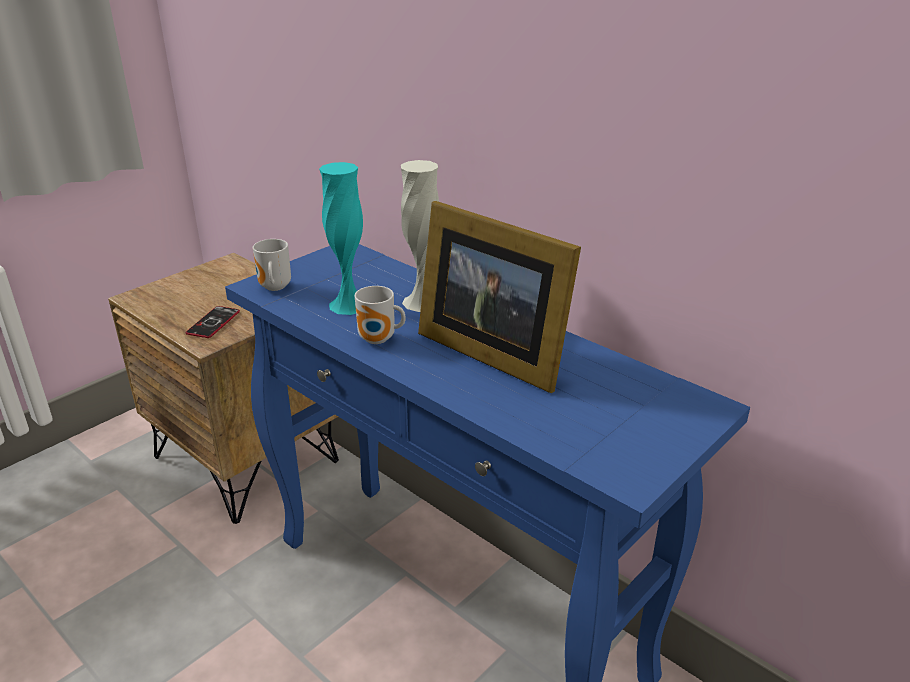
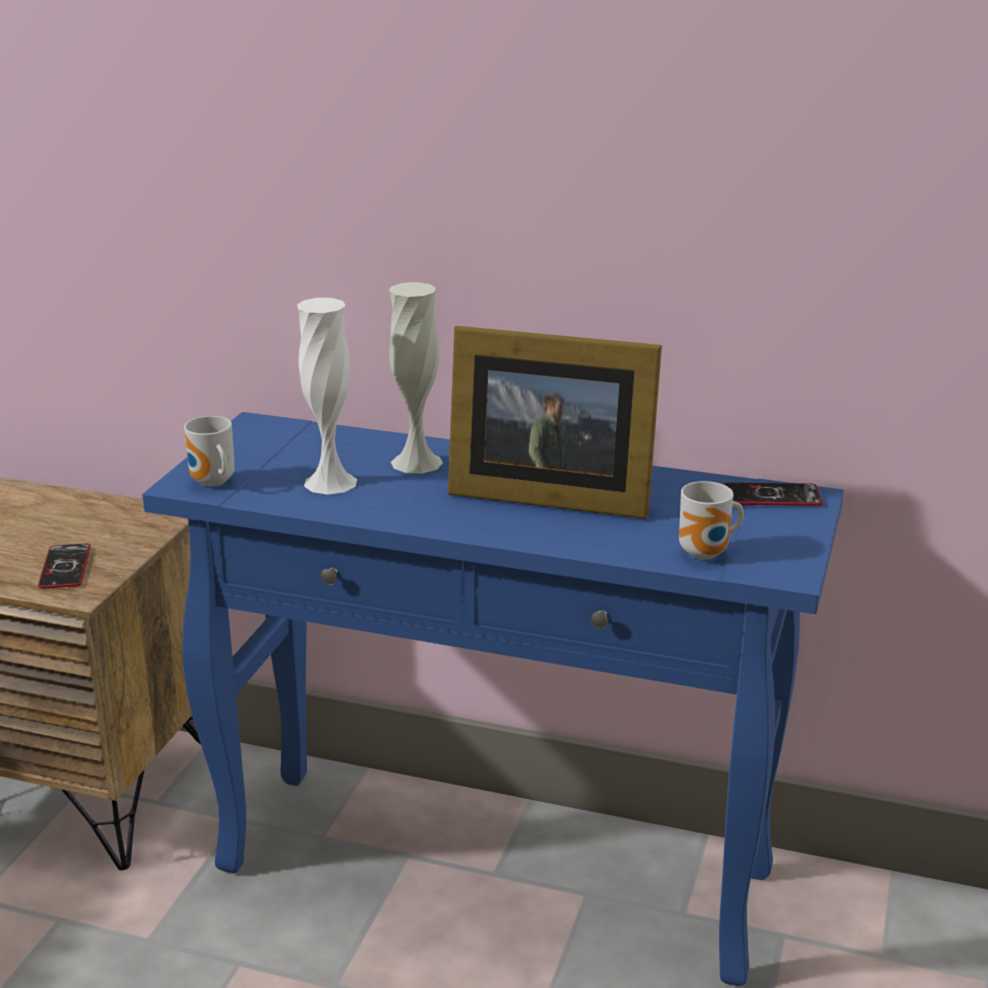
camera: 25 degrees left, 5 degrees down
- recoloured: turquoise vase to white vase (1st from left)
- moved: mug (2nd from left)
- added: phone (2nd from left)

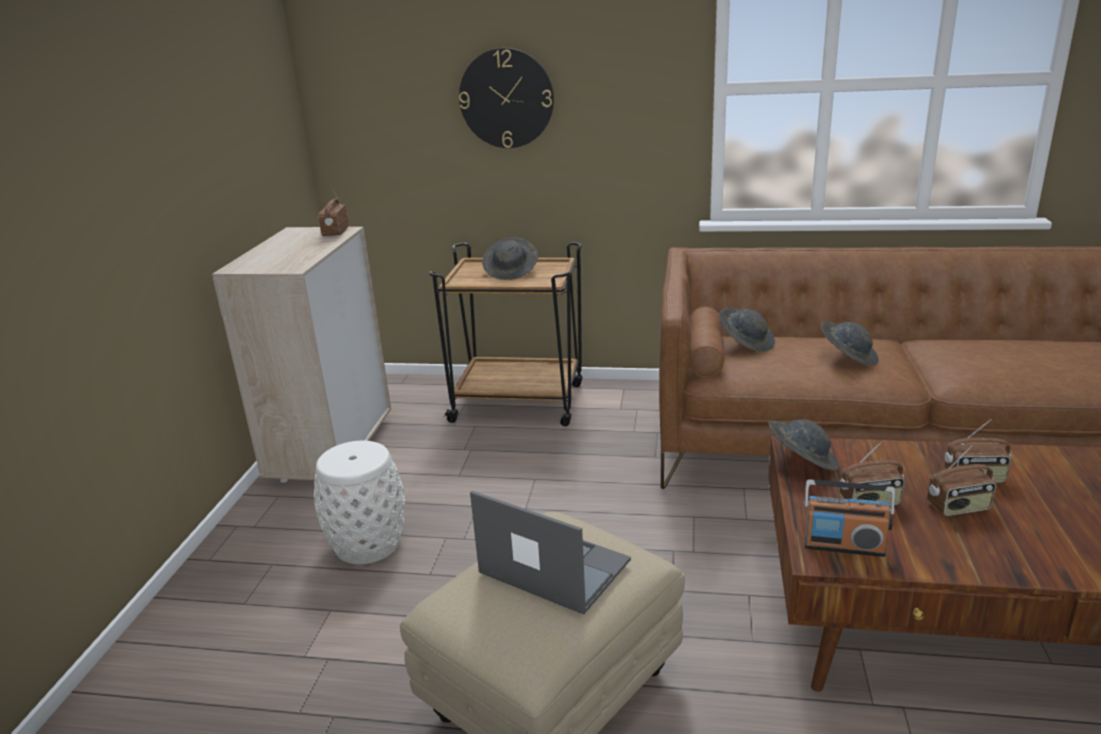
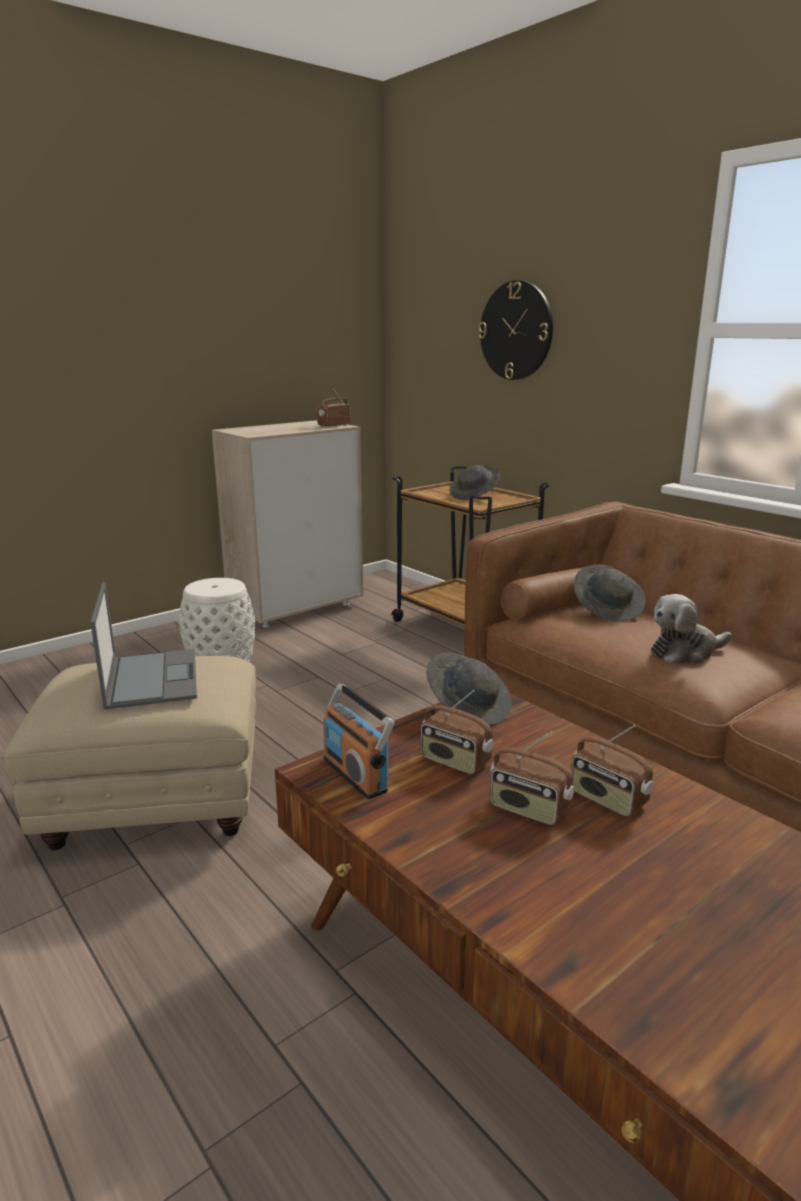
camera: 40 degrees right, 5 degrees down
- replaced: grey hat (4th from left) to plush toy

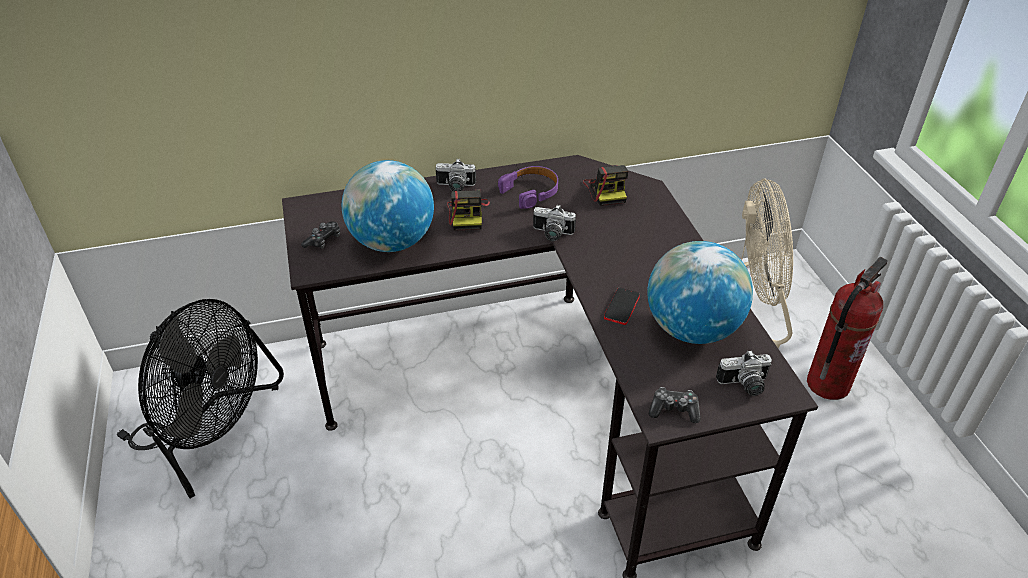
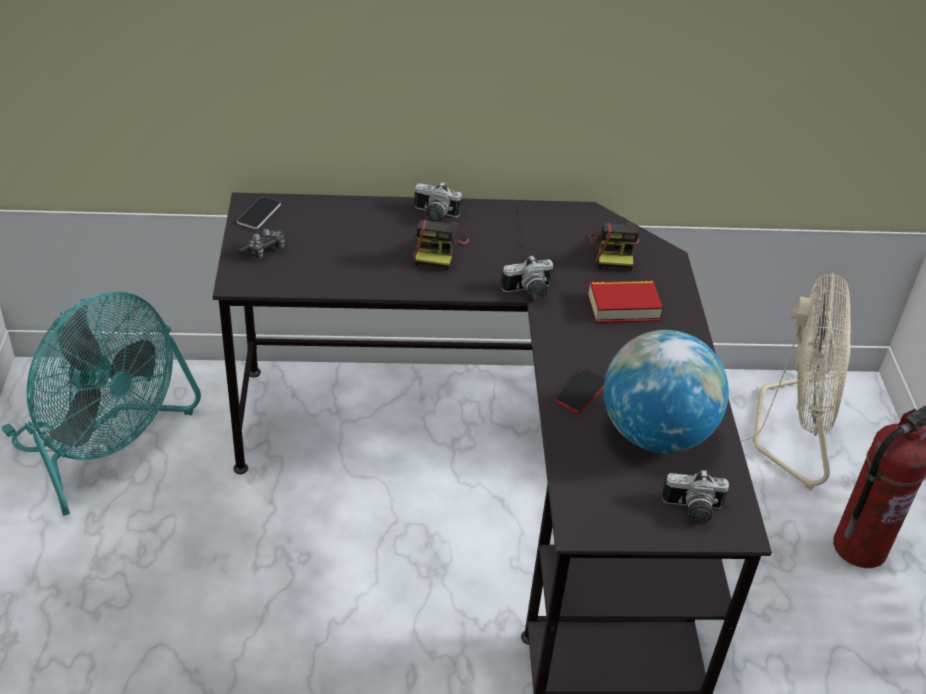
camera: 10 degrees right, 0 degrees up
- removed: globe (1st from left)
- removed: purple headphones
- turned: photo camera (3rd from left) 45 degrees counterclockwise
- recoloured: black fan to turquoise fan
- removed: game controller (2nd from left)
- added: phone (1st from left)
- added: book

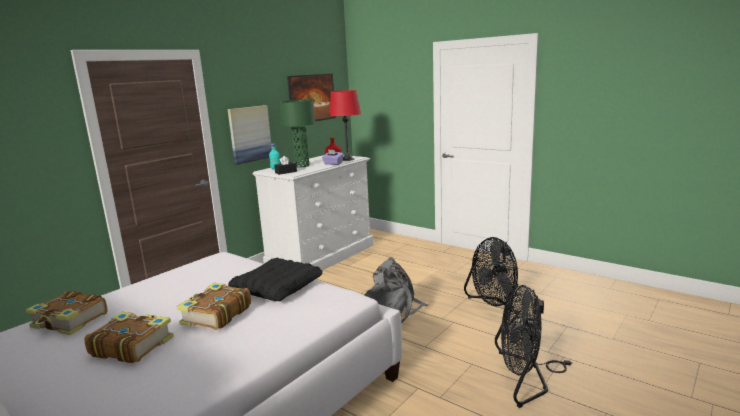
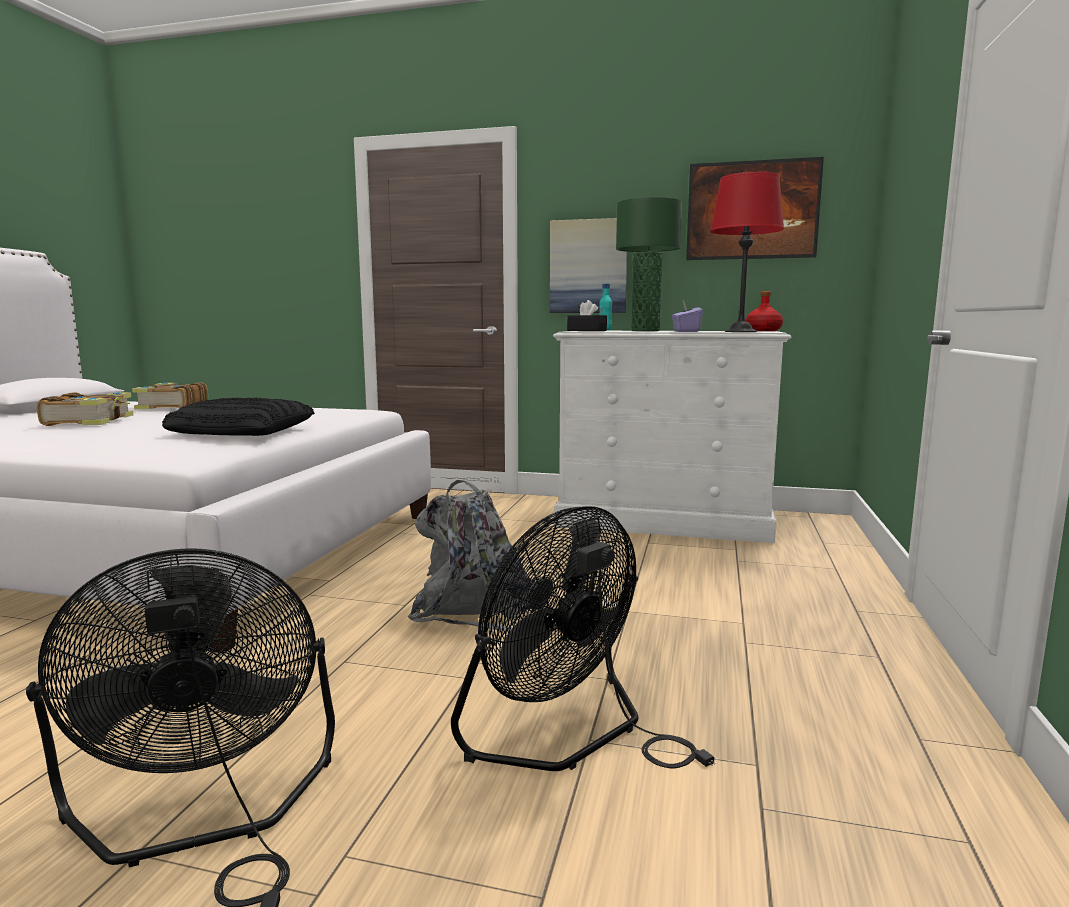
camera: 65 degrees right, 5 degrees down
- removed: book (3rd from left)

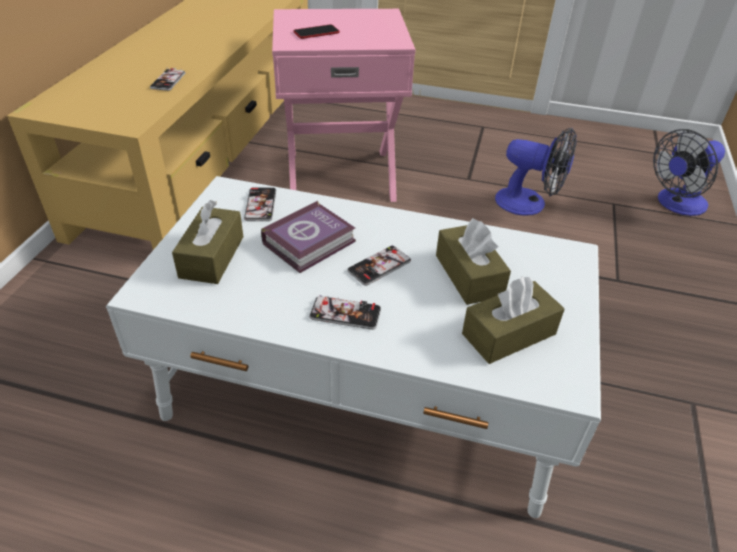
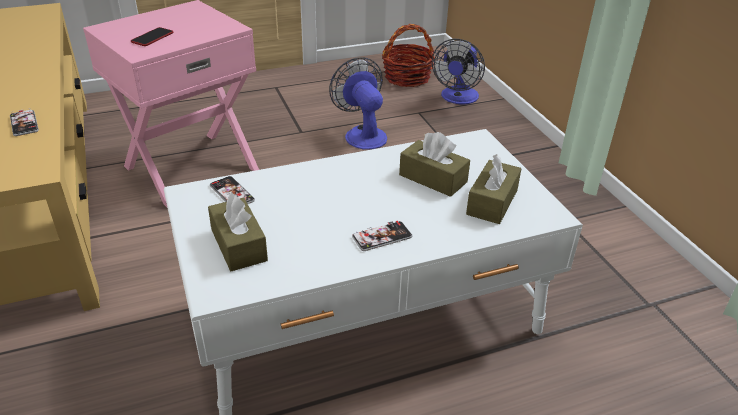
camera: 35 degrees left, 5 degrees down
- turned: fan (1st from left) 105 degrees counterclockwise
- removed: book
- removed: phone (5th from left)
- added: basket

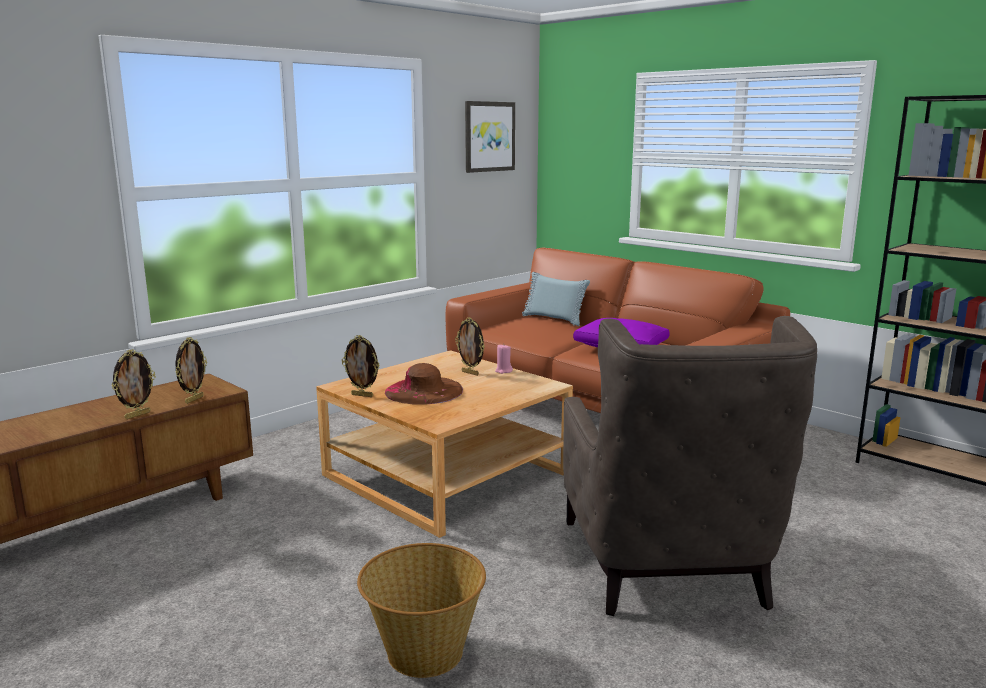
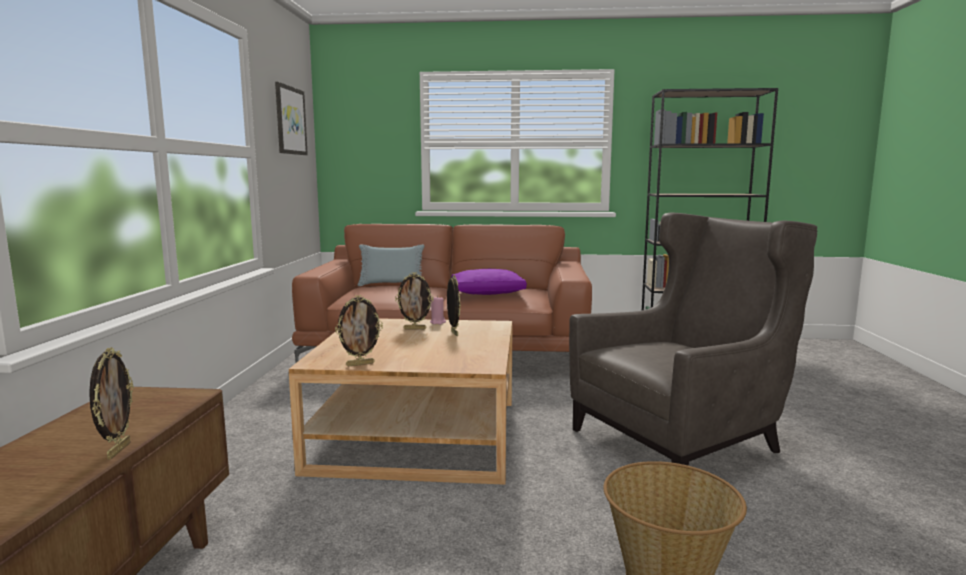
camera: 40 degrees left, 5 degrees down
- turned: grey armchair 75 degrees counterclockwise
- moved: picture frame (2nd from left in the first image) to picture frame (4th from left)
- removed: brown hat

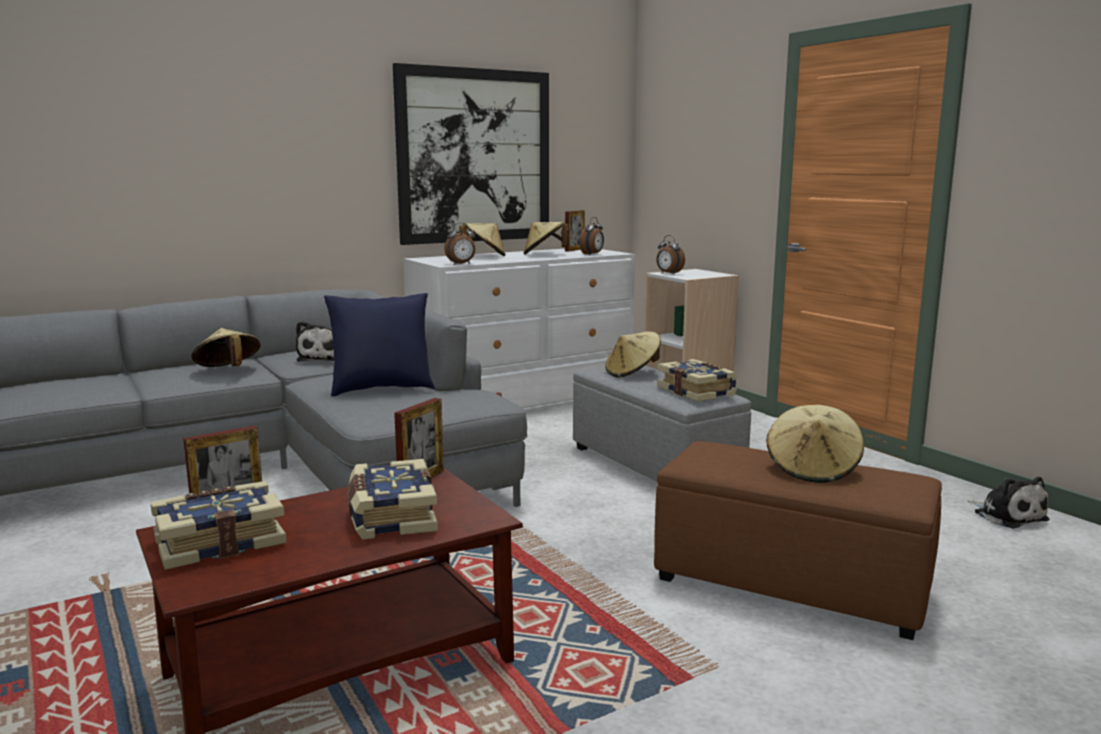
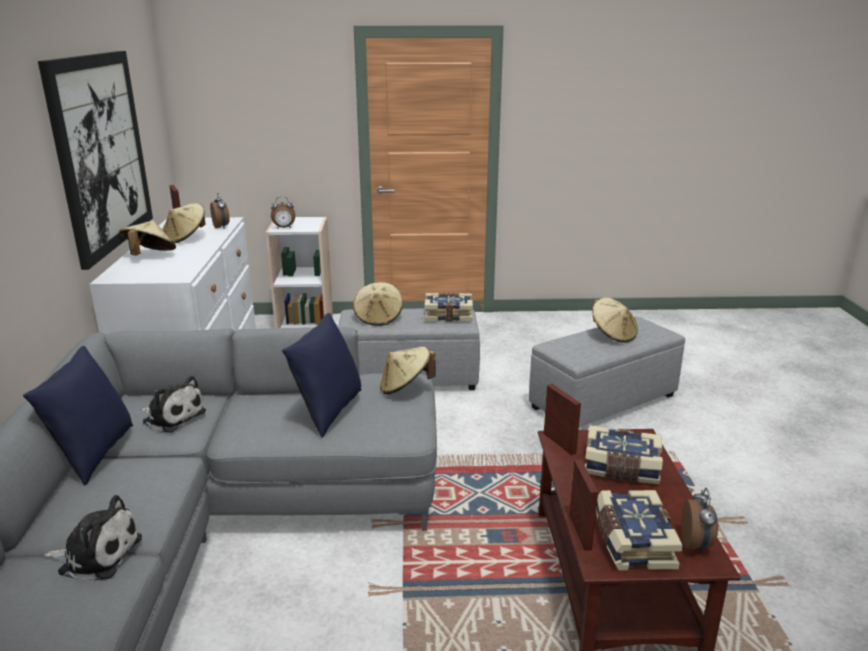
camera: 60 degrees left, 10 degrees up
- moved: alarm clock (1st from left in the first image) to alarm clock (3rd from left)
- moved: beige hat (1st from left in the first image) to beige hat (4th from left)
- recoloured: brown ottoman to grey ottoman (2nd from left)
- moved: plush toy (2nd from left in the first image) to plush toy (1st from left)
- added: blue pillow (1st from left)

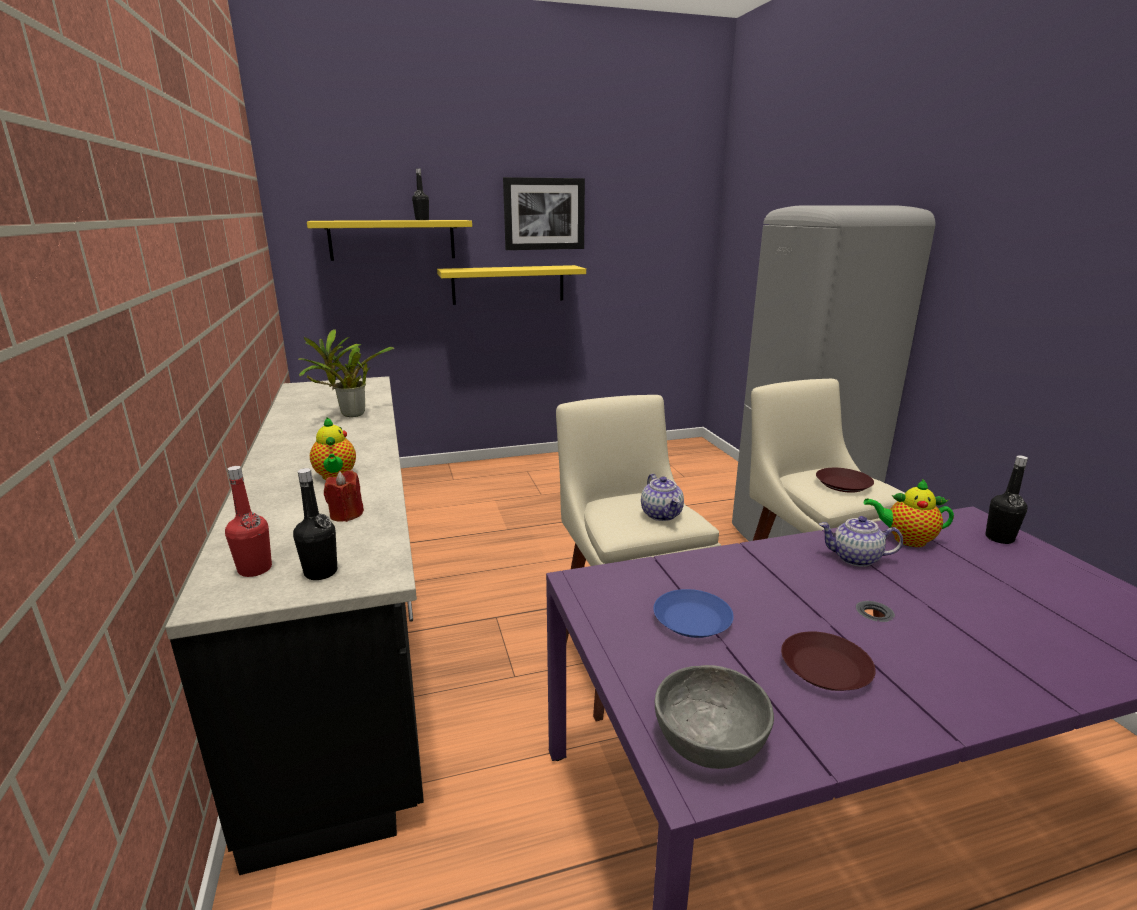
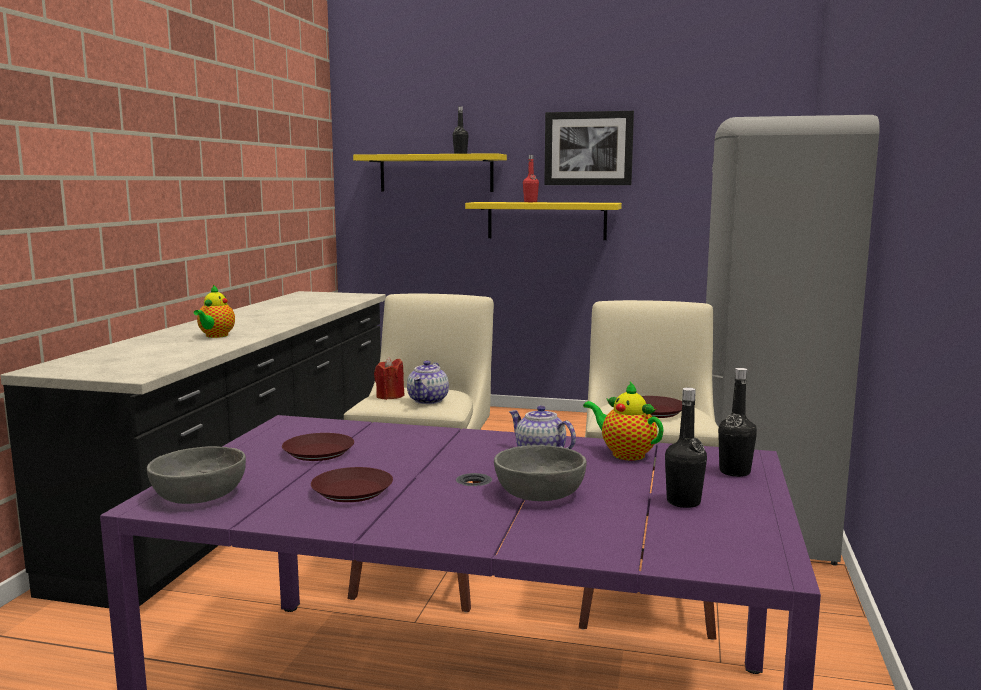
camera: 30 degrees right, 10 degrees down
- removed: potted plant
- moved: red bottle
- moved: black bottle (1st from left in the first image) to black bottle (2nd from left)
- moved: red candle
- recoloured: blue plate to brown plate (1st from left)
- added: grey bowl (2nd from left)

